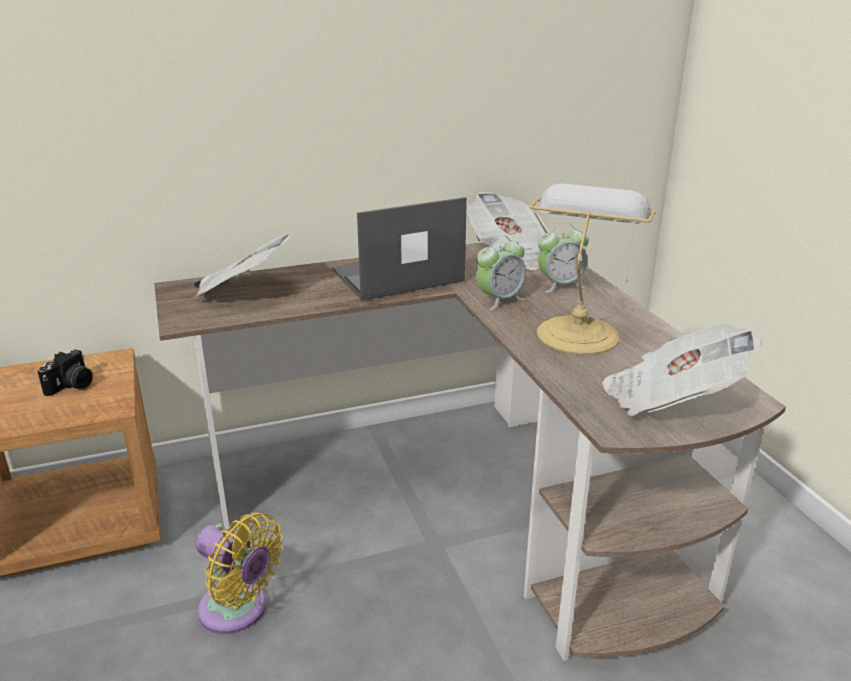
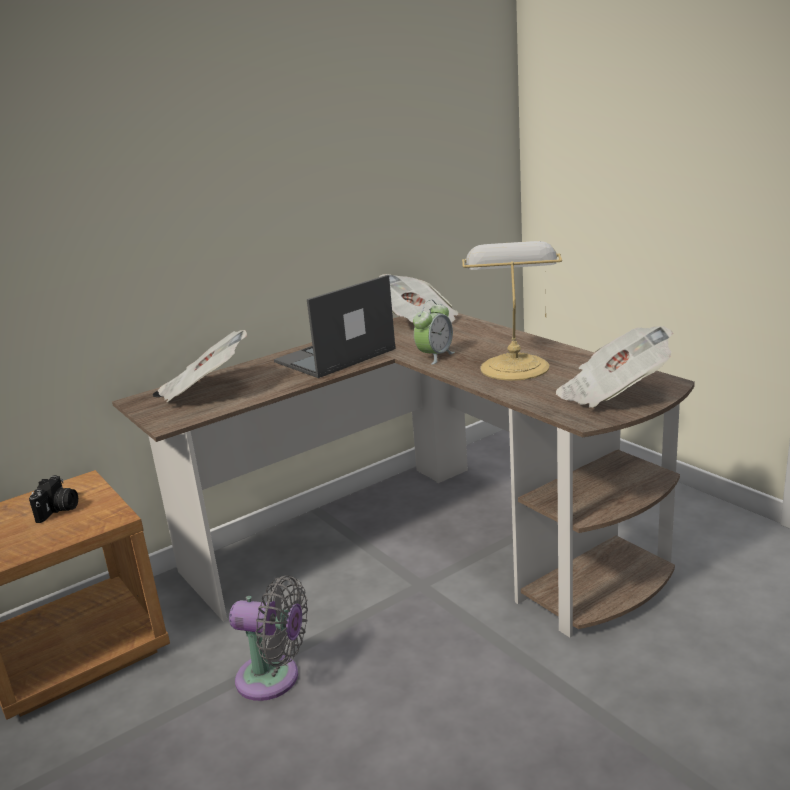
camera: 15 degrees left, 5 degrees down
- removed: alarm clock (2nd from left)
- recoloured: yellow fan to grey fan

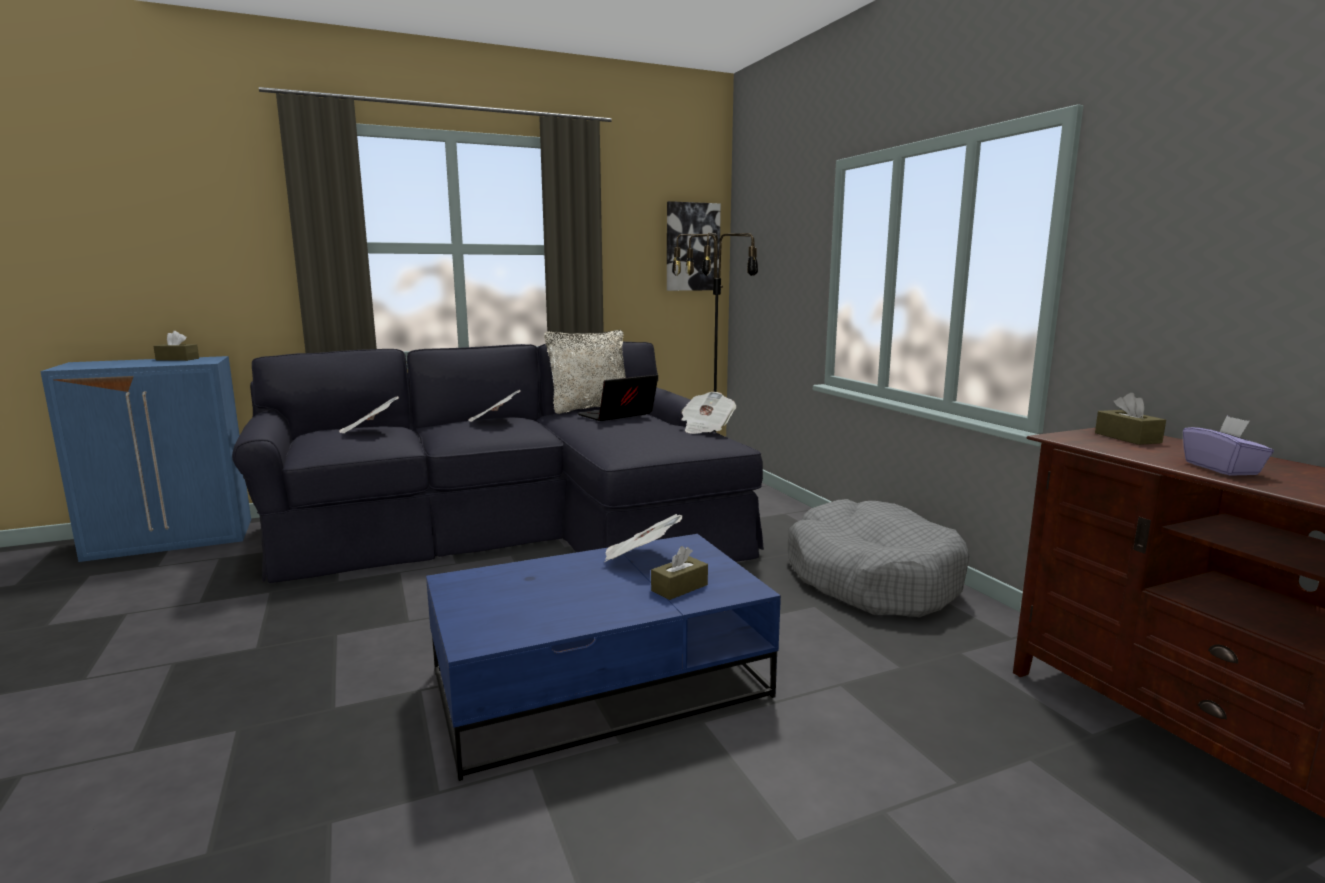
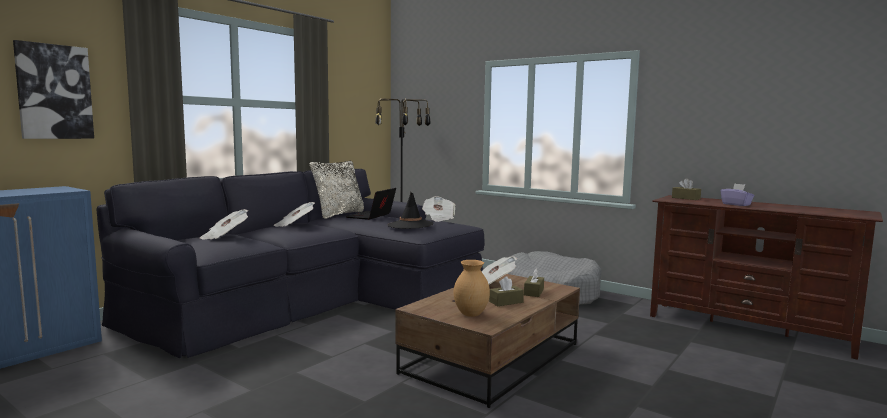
camera: 30 degrees left, 5 degrees down
- moved: picture
- moved: brown tissue box (1st from left)
- recoloured: blue coffee table to brown coffee table
- added: black hat
- added: brown vase

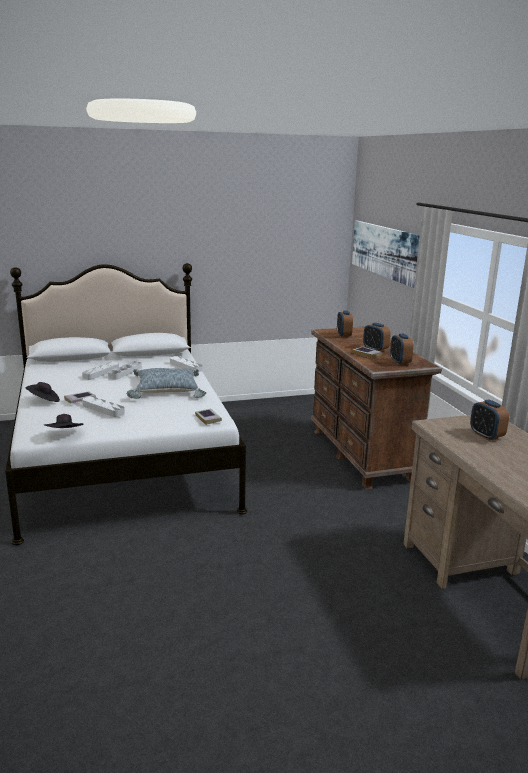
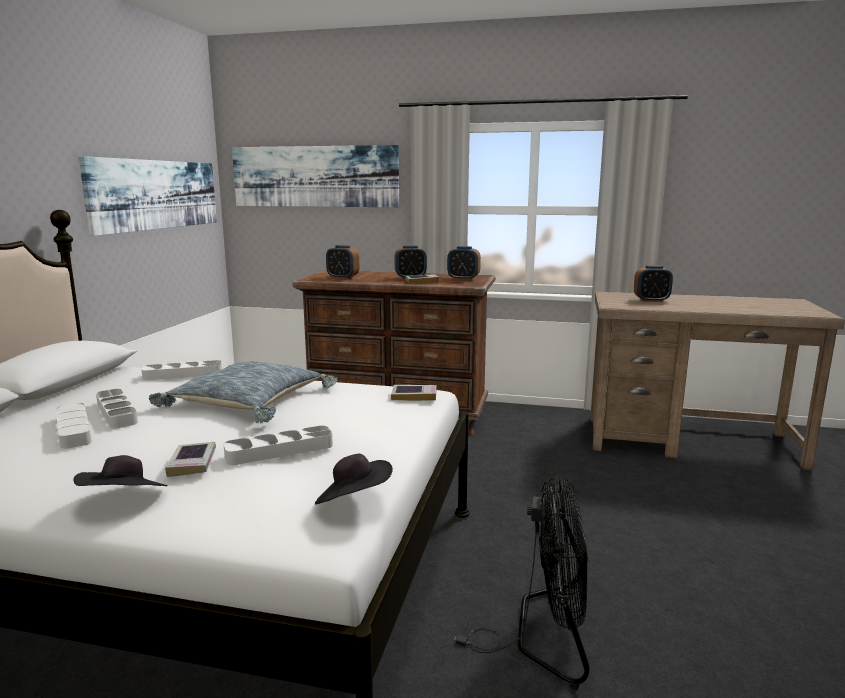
camera: 60 degrees left, 5 degrees down
- added: picture (1st from left)
- added: black fan

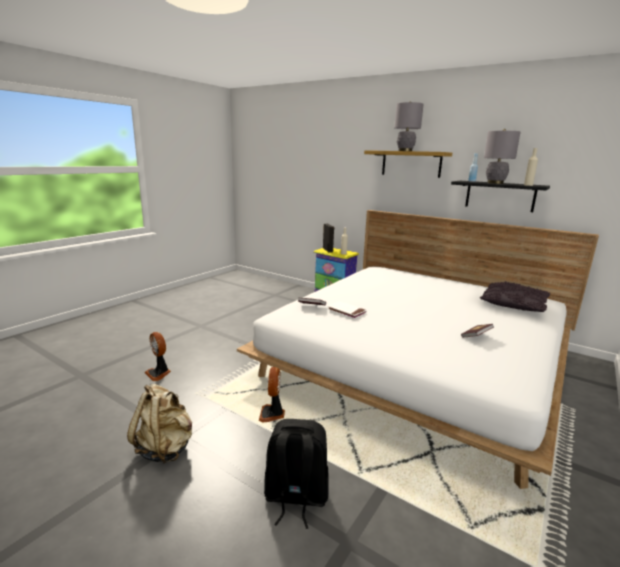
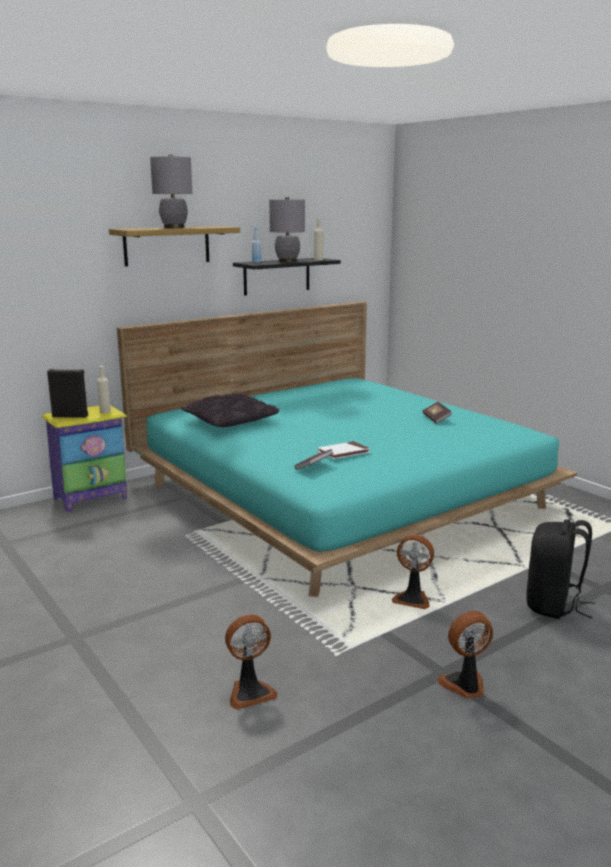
camera: 70 degrees left, 0 degrees up
- recoloured: white bed to turquoise bed
- moved: black pillow
- replaced: beige backpack to fan (3rd from left)

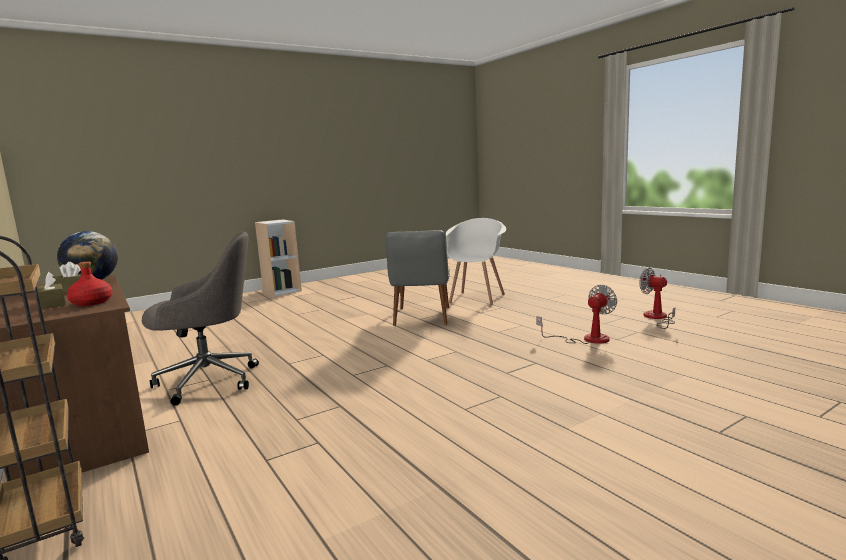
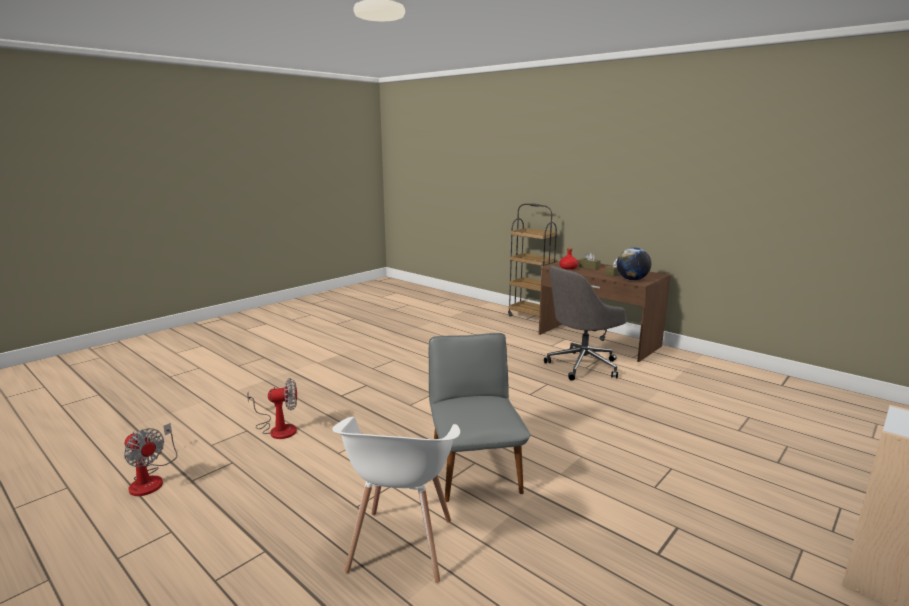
camera: 165 degrees right, 5 degrees up
- turned: fan (1st from left in the first image) 135 degrees counterclockwise

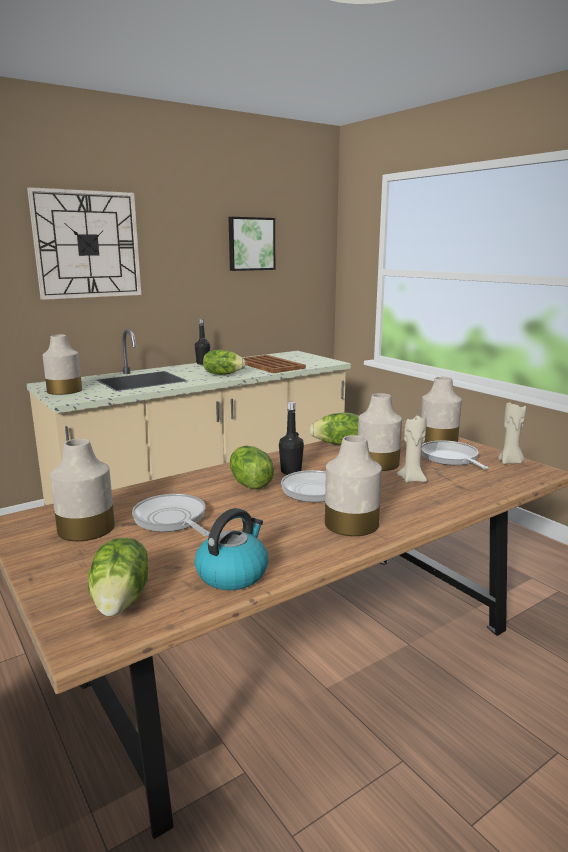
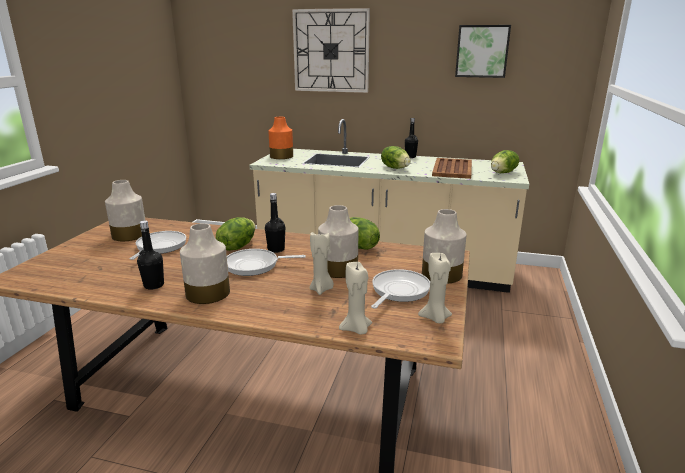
camera: 50 degrees right, 5 degrees up
- recoloured: beige vase (1st from left) to orange vase
- removed: kettle
- moved: lettuce (1st from left in the first image) to lettuce (4th from left)
- added: black bottle (1st from left)
- added: beige candle (2nd from left)

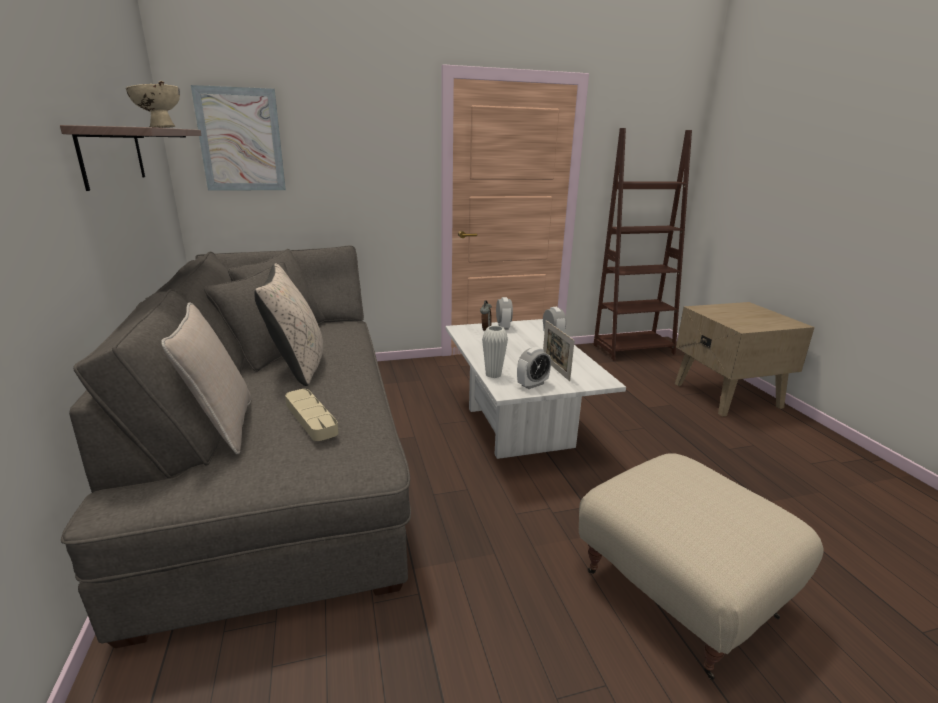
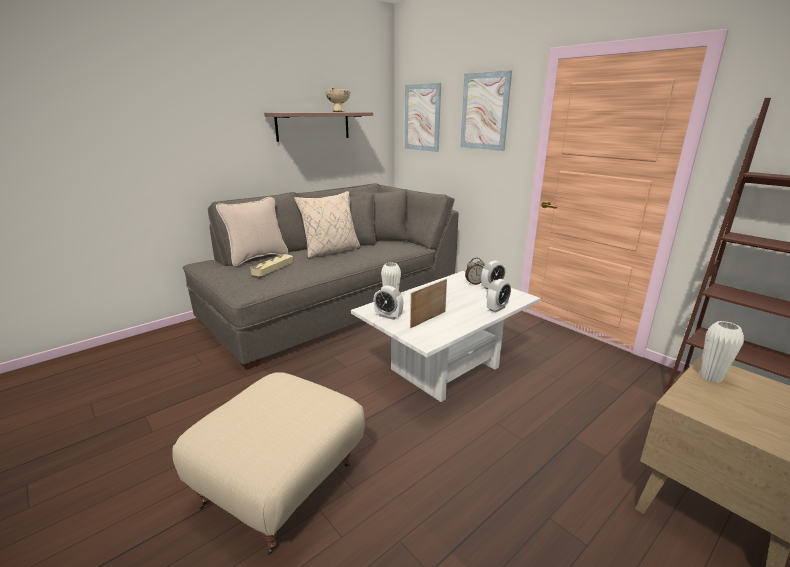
camera: 65 degrees right, 0 degrees up
- added: picture (2nd from left)
- added: white vase (2nd from left)

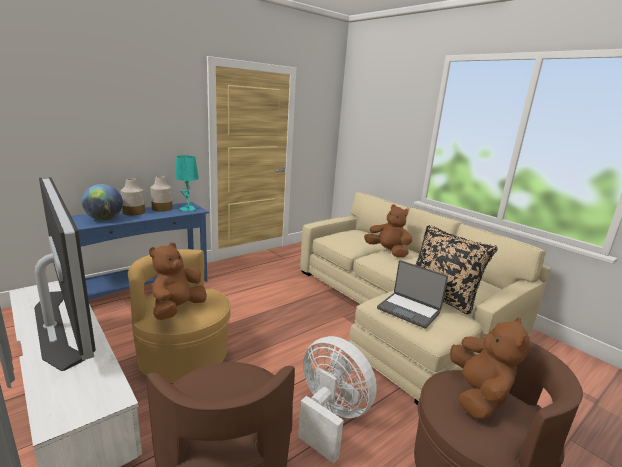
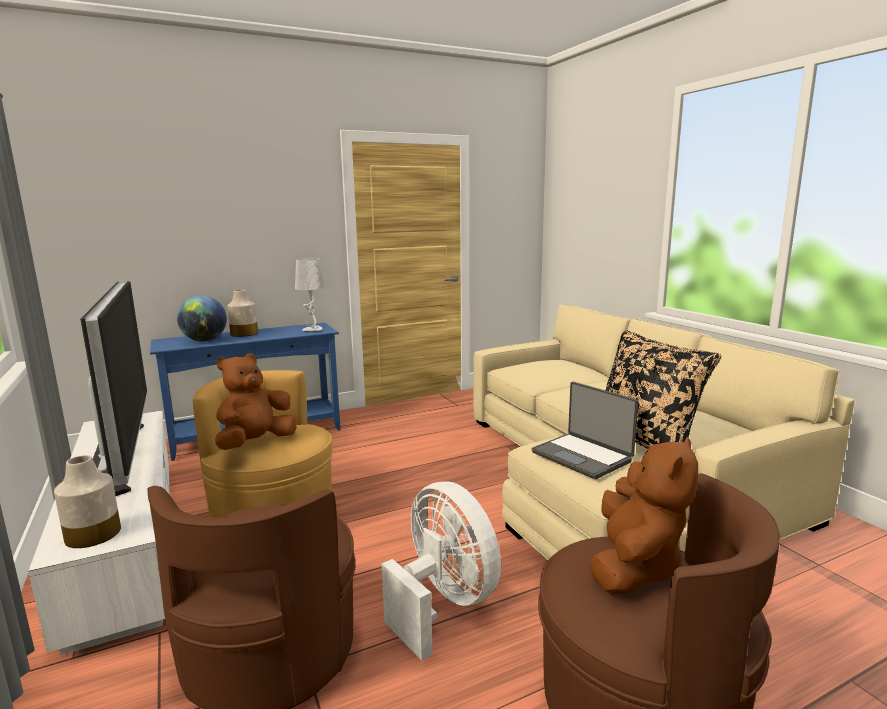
camera: 15 degrees right, 5 degrees down
- recoloured: turquoise table lamp to grey table lamp
- moved: beige vase (2nd from left in the first image) to beige vase (1st from left)
- removed: brown plush toy (2nd from left)

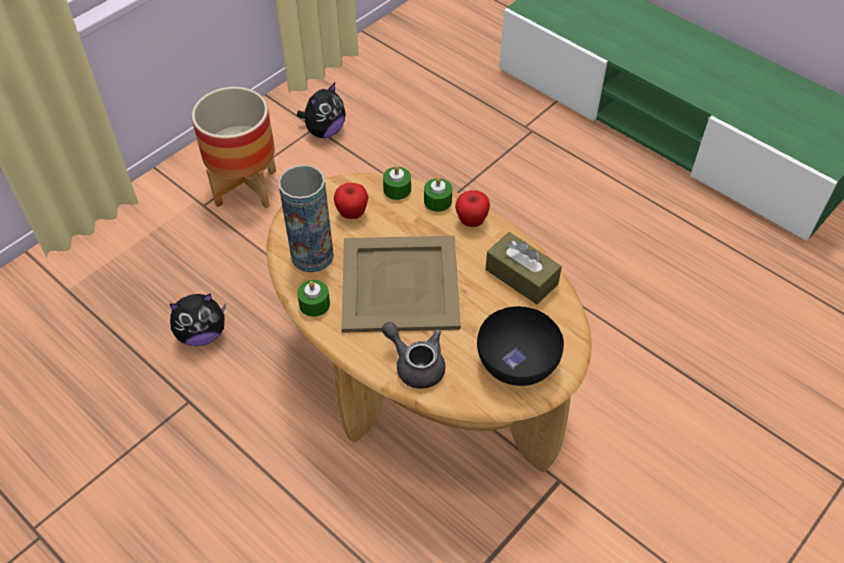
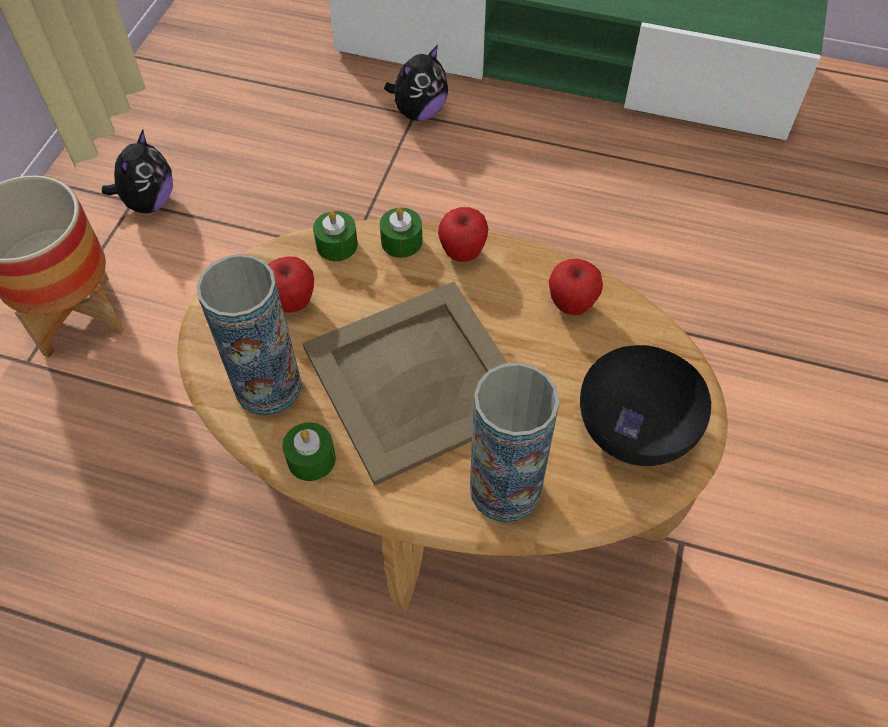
camera: 25 degrees left, 5 degrees up
- replaced: brown tissue box to apple (3rd from left)
- moved: plush toy (1st from left in the first image) to plush toy (2nd from left)
- replaced: grey teapot to vase (2nd from left)

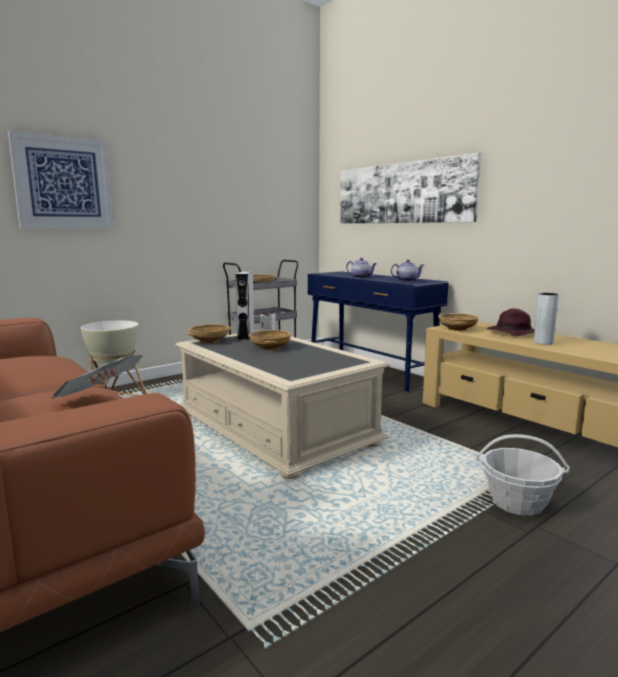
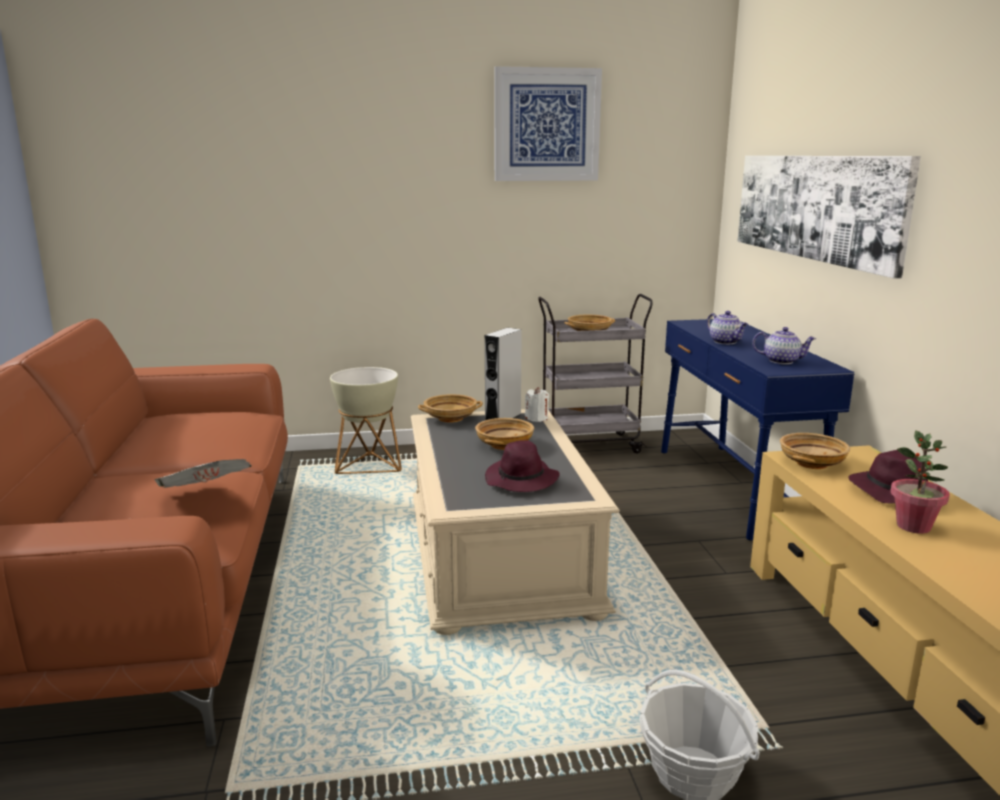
camera: 30 degrees right, 5 degrees up
- moved: picture (1st from left)
- replaced: grey vase to potted plant
- added: purple hat (1st from left)

